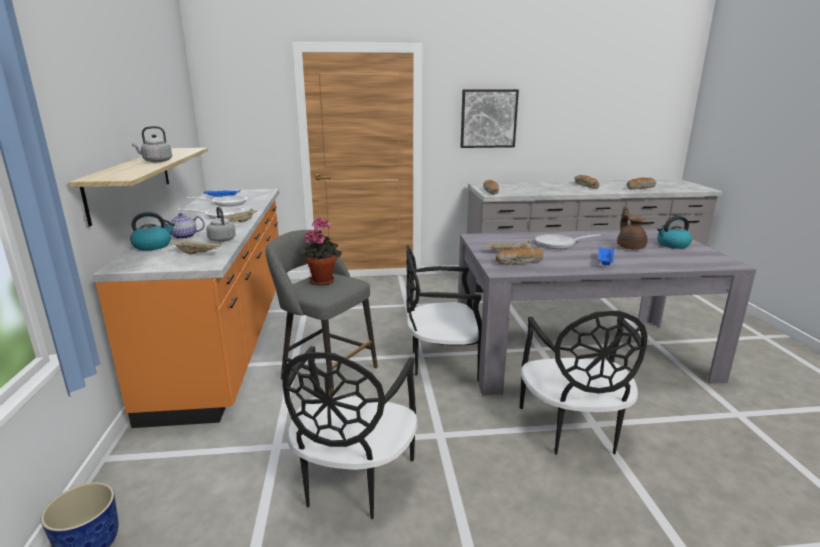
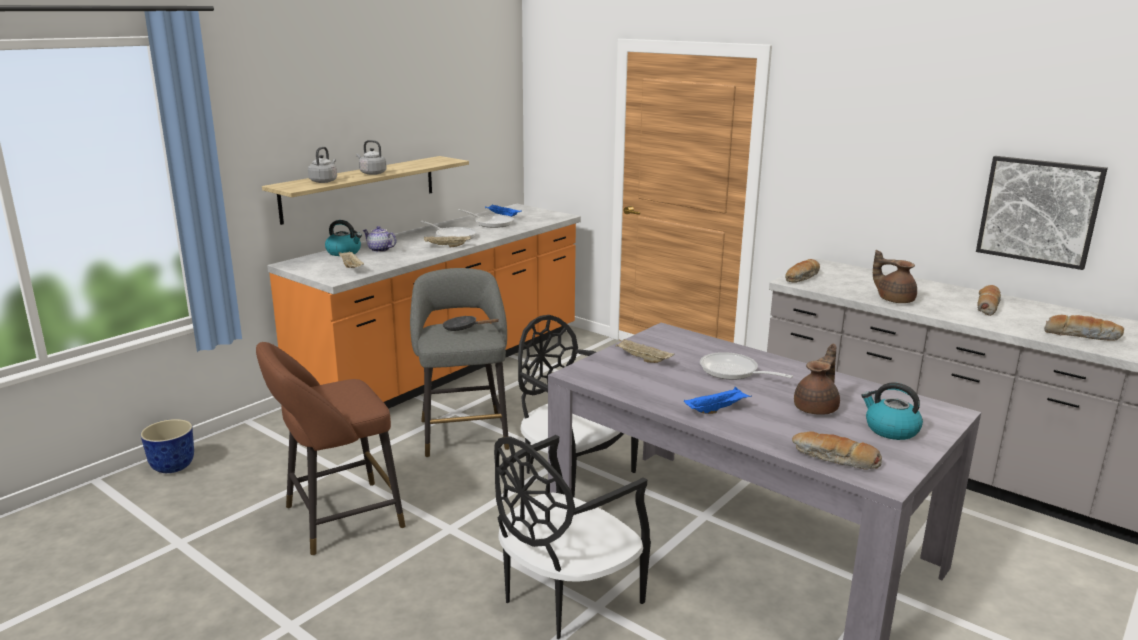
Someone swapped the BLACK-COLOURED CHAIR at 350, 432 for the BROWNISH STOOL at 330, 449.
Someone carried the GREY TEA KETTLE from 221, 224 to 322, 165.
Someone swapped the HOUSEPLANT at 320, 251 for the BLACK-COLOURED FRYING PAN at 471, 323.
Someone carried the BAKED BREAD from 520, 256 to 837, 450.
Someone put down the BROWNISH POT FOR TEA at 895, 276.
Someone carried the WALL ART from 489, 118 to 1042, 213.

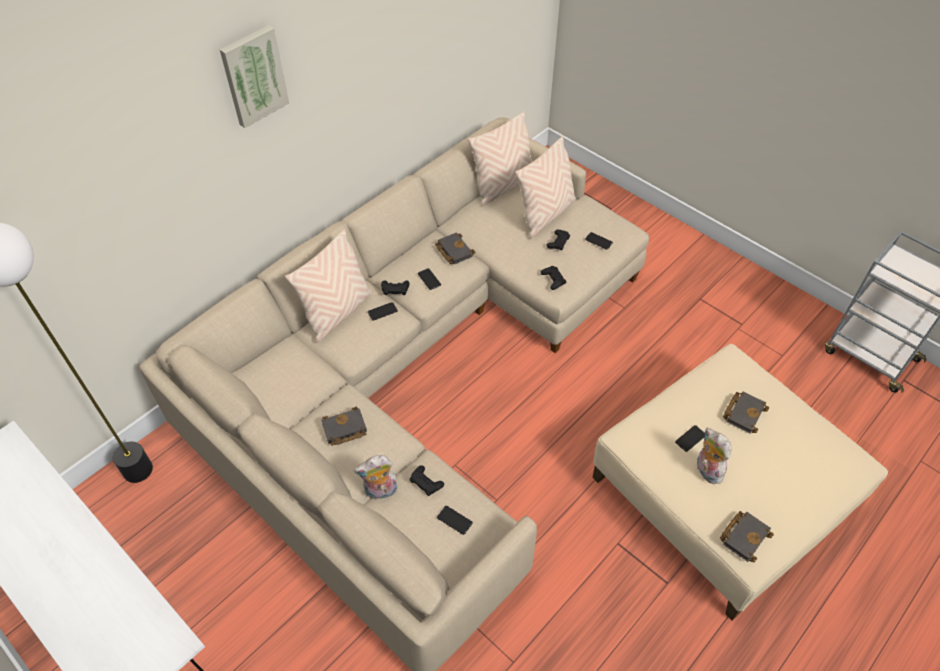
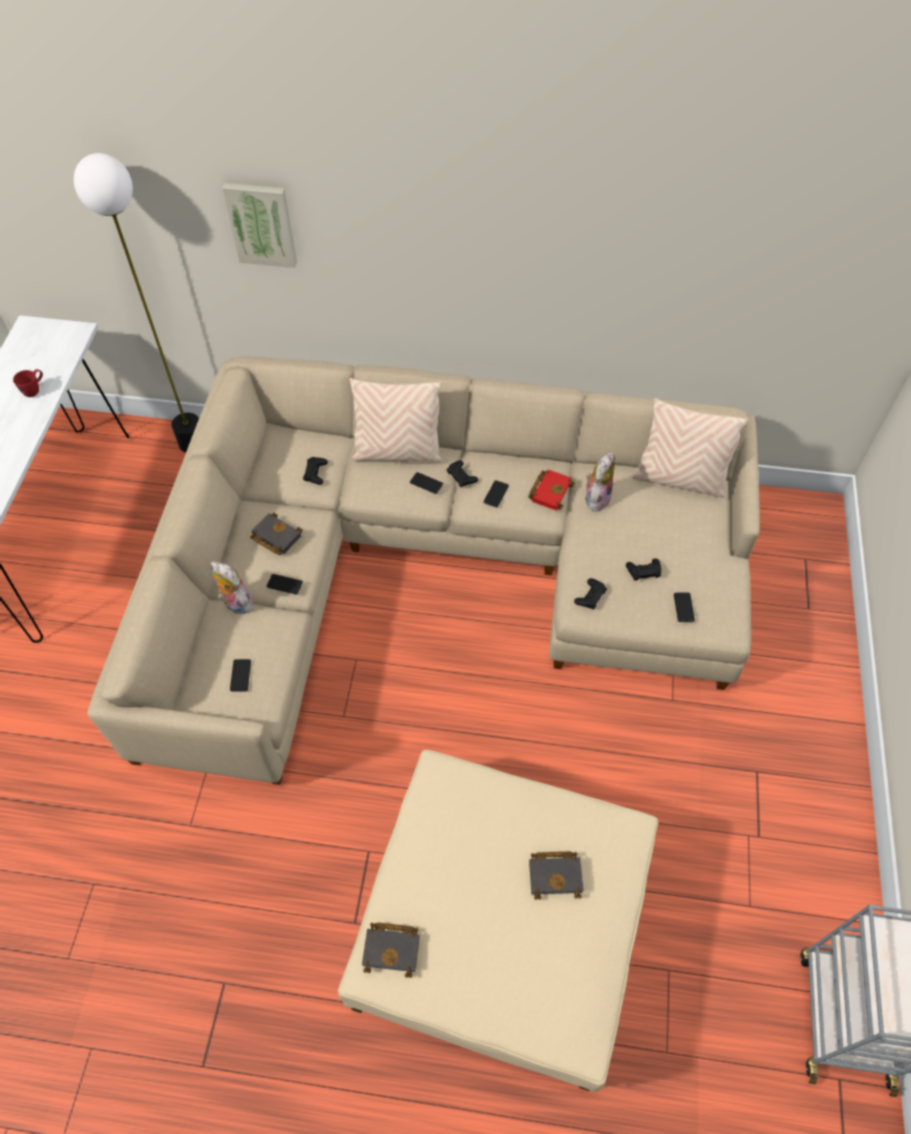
Someone put down the RED-COLOURED MUG at 28, 383.
Someone carried the WALL ART from 254, 76 to 259, 225.
Someone carried the PHONE from 690, 438 to 285, 584.
Someone carried the BLACK-COLOURED JOYPAD from 426, 480 to 315, 471.
Someone repainted the BLACK-COLOURED BOOK at 455, 248, which became the RED-COLOURED BOOK at 551, 490.
Someone carried the SOFT TOY from 714, 456 to 600, 482.
Someone took away the BEIGE THROW PILLOW at 545, 187.

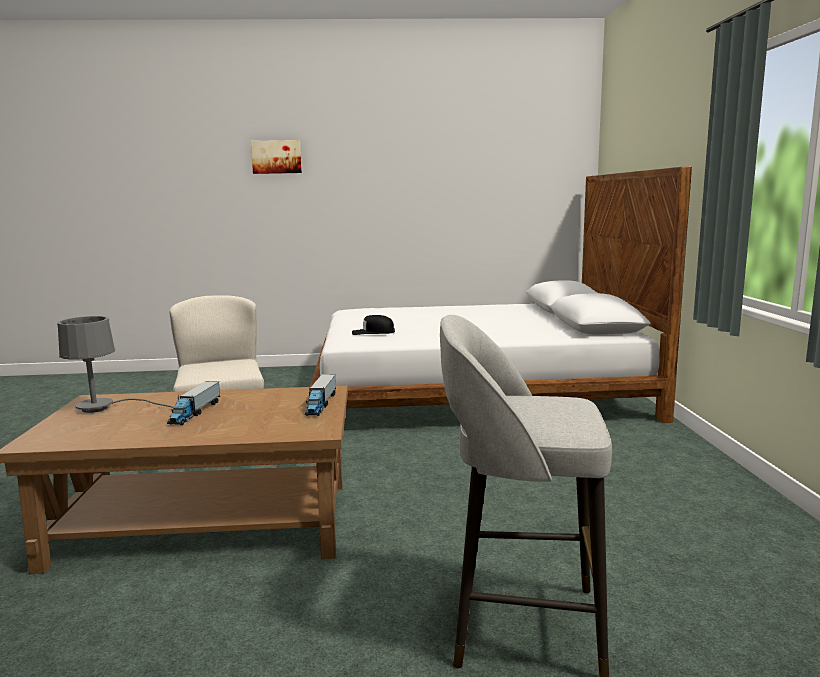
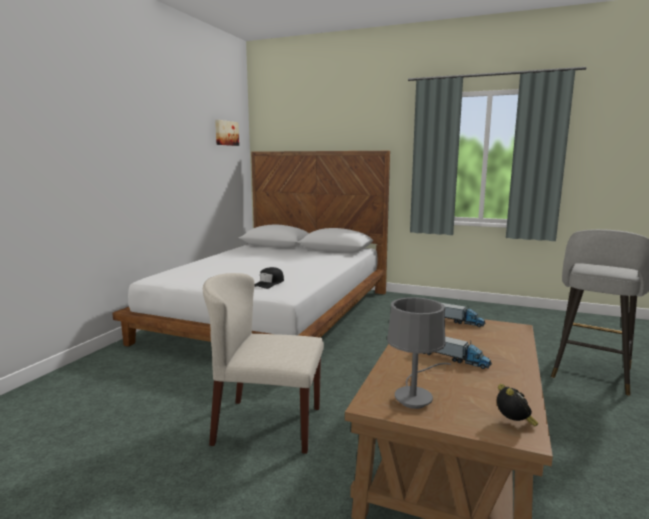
Someone carried the WALL ART from 276, 157 to 227, 133.
Someone put down the BEDSIDE CLOCK at 518, 405.

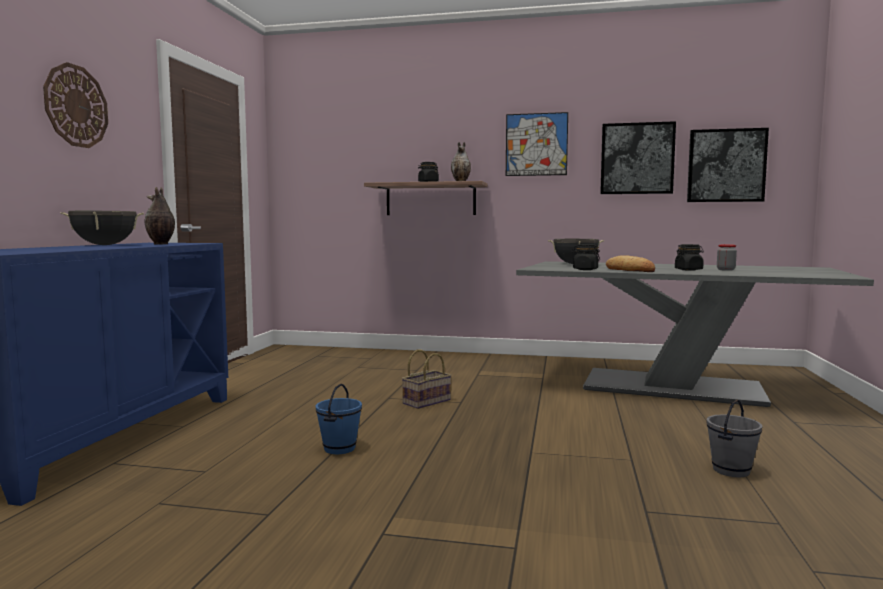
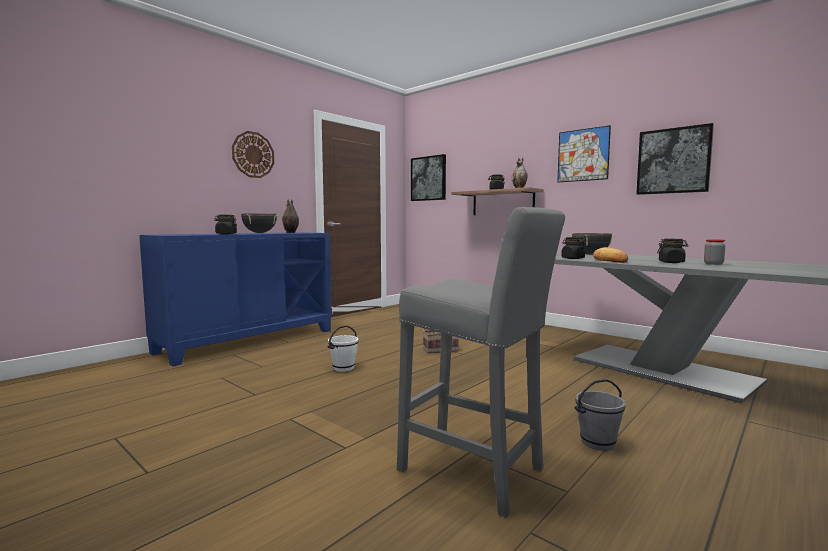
Someone put down the BLACK-COLOURED JAR at 225, 224.
Someone repainted the BLUE-COLOURED BUCKET at 339, 419, which became the WHITISH BUCKET at 343, 349.
Someone put down the GREY STOOL at 481, 362.
Someone carried the WALL ART from 728, 165 to 428, 177.

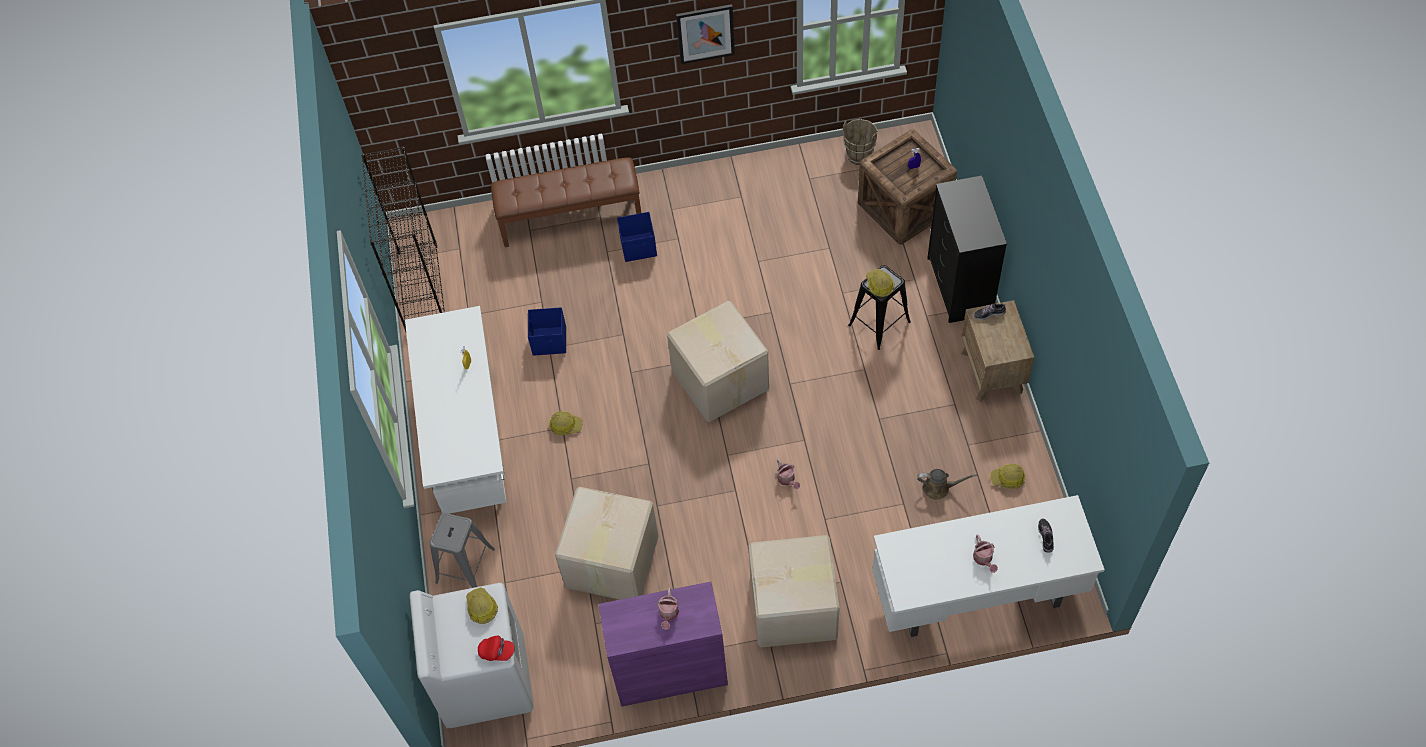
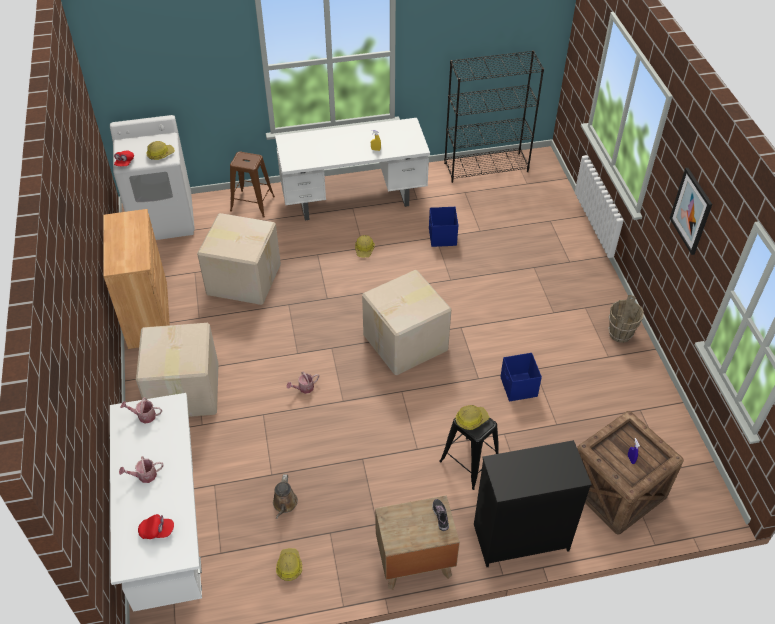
Someone repainted the PURPLE-COLOURED STORAGE CABINET at 663, 644, which became the BROWNISH STORAGE CABINET at 136, 279.
Someone carried the WATERING POT from 668, 609 to 141, 410.
Someone swapped the ITEM OF FOOTWEAR at 1046, 536 for the RED-COLOURED BASEBALL CAP at 156, 526.
Someone repainted the GREY STOOL at 462, 550, which became the BROWNISH STOOL at 252, 184.
Someone carried the BLUE-COLOURED STORAGE BIN from 637, 237 to 521, 377.
Someone carried the BROWNISH BUCKET from 860, 142 to 626, 319.
Someone took away the BROWNISH BENCH at 566, 202.

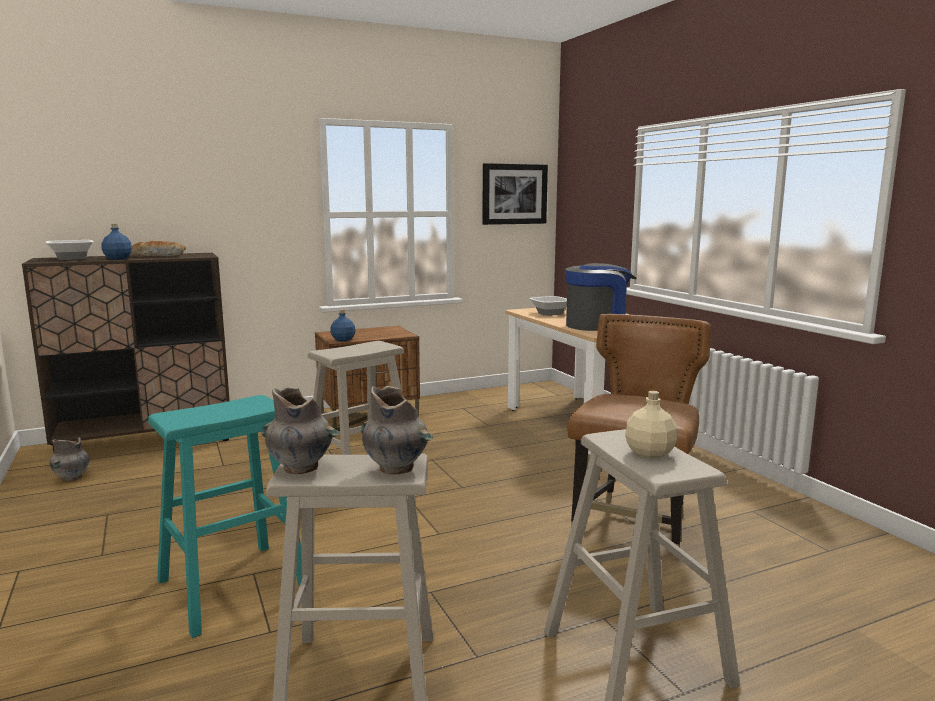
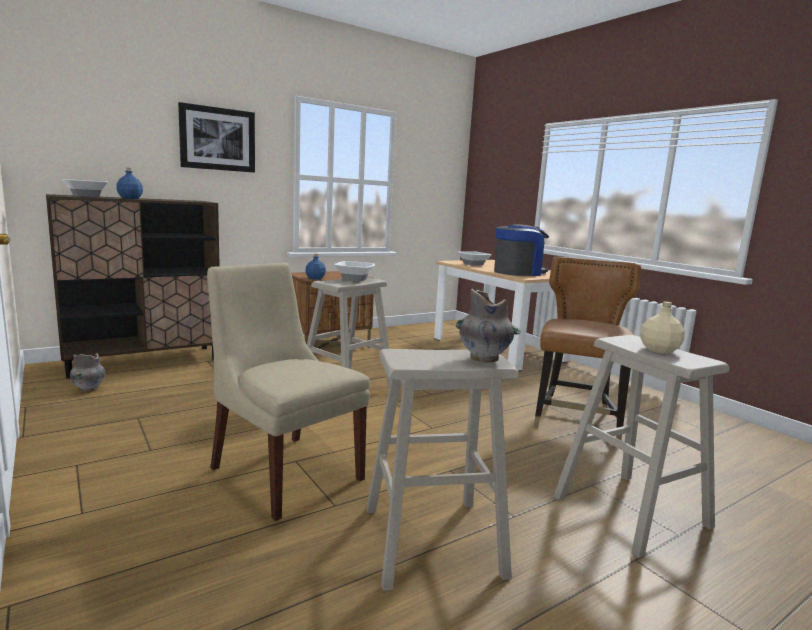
Someone carried the WALL ART from 515, 194 to 216, 137.
Someone swapped the BLUE-GREEN STOOL at 225, 516 for the BEIGE CHAIR at 288, 392.
Someone put down the SERVING BOWL at 354, 271.
Someone took away the BAKED BREAD at 158, 249.
Someone took away the GREY FLOWER VASE at 300, 430.

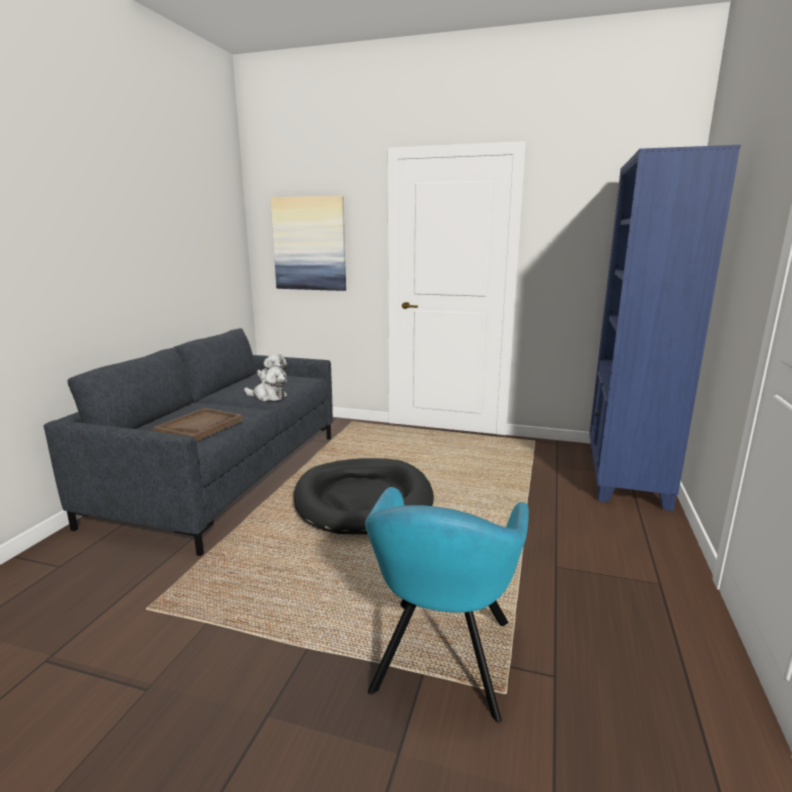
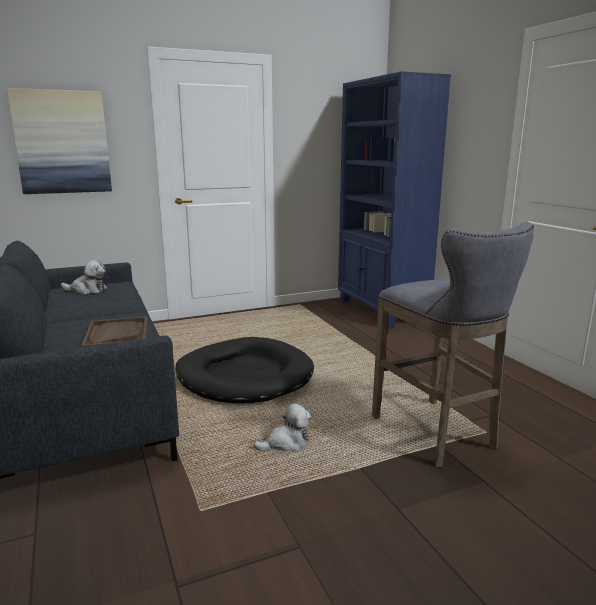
Someone carried the SOFT TOY from 265, 384 to 282, 427.
Someone swapped the BLUE-GREEN EASY CHAIR at 447, 604 for the GREY STOOL at 453, 344.

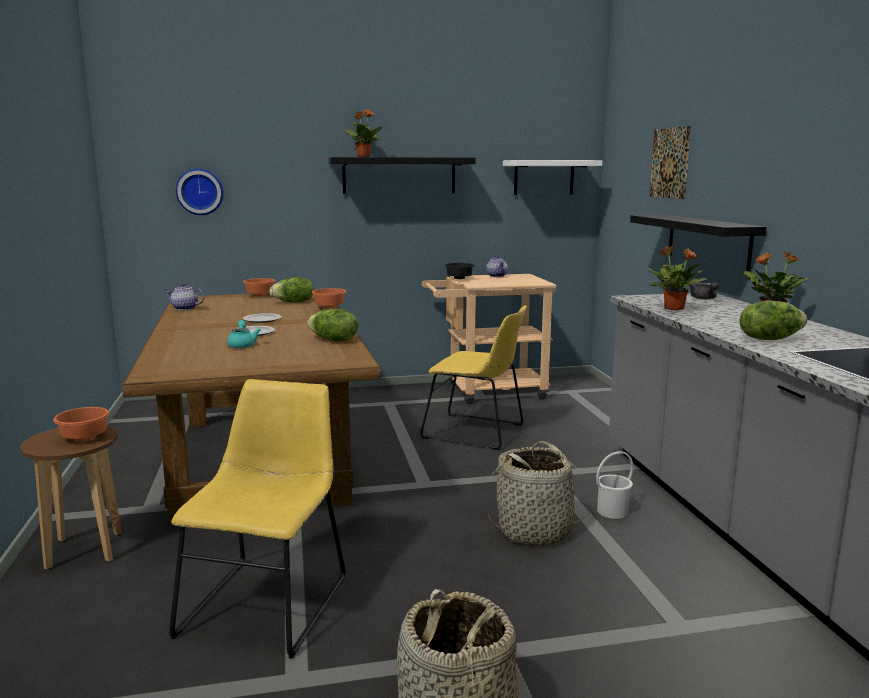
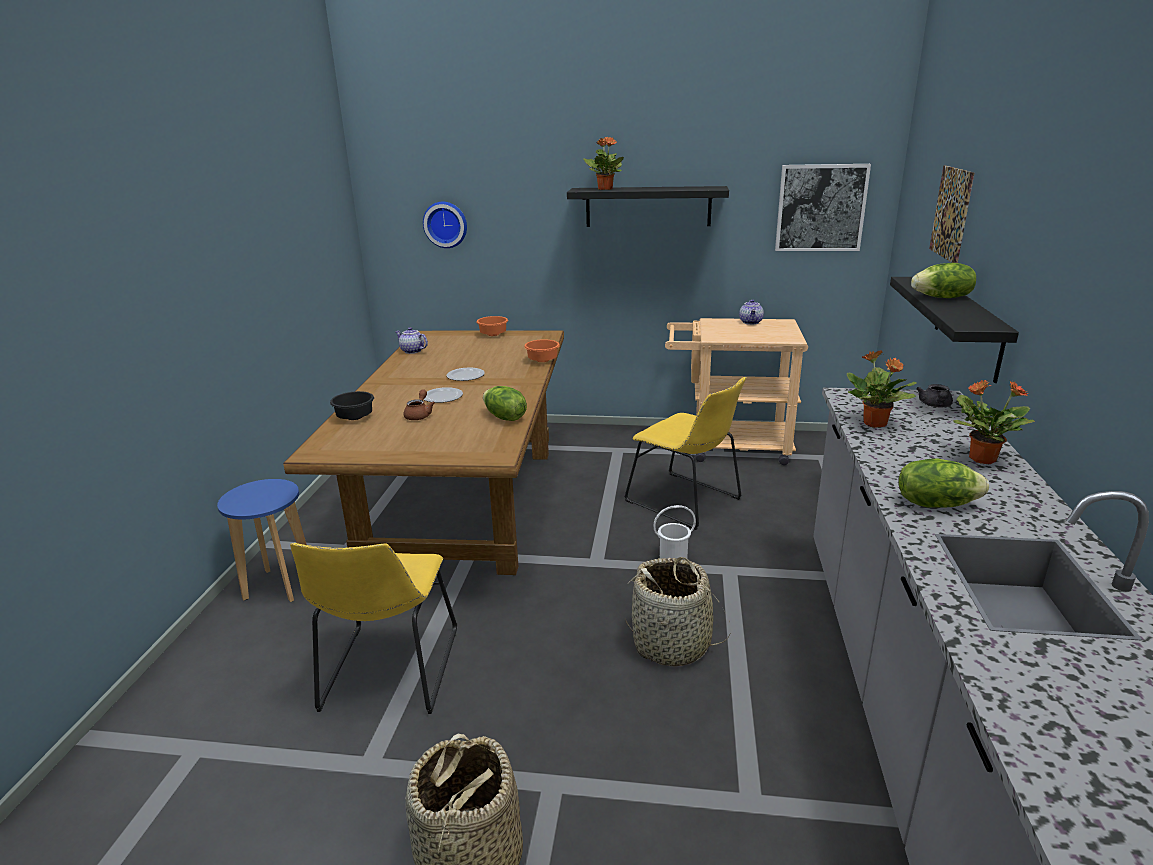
Someone repainted the BROWNISH STOOL at 71, 498, which became the BLUE-COLOURED STOOL at 262, 540.
Someone rotated the YELLOW-COLOURED CHAIR at 257, 519 by 150 degrees clockwise.
Someone carried the BLACK-COLOURED SERVING BOWL from 459, 271 to 352, 405.
Someone repainted the BLUE-GREEN POT FOR TEA at 243, 334, which became the BROWNISH POT FOR TEA at 419, 404.
Someone carried the WHITISH BUCKET from 614, 485 to 674, 532.
Someone swapped the WHITISH BRACKET SHELF at 552, 177 for the WALL ART at 823, 207.
Someone carried the LETTUCE HEAD from 291, 289 to 943, 280.
Someone took away the ORANGEY SERVING BOWL at 81, 423.

